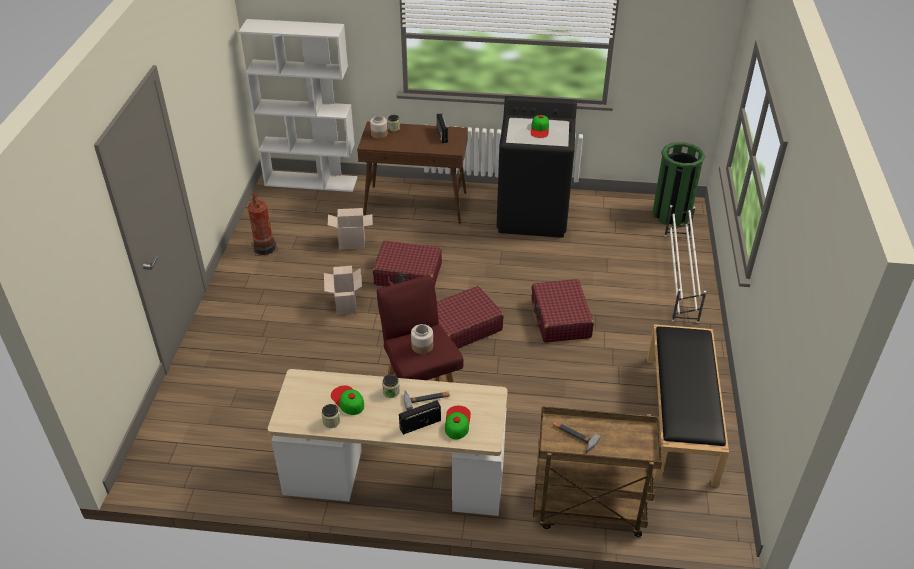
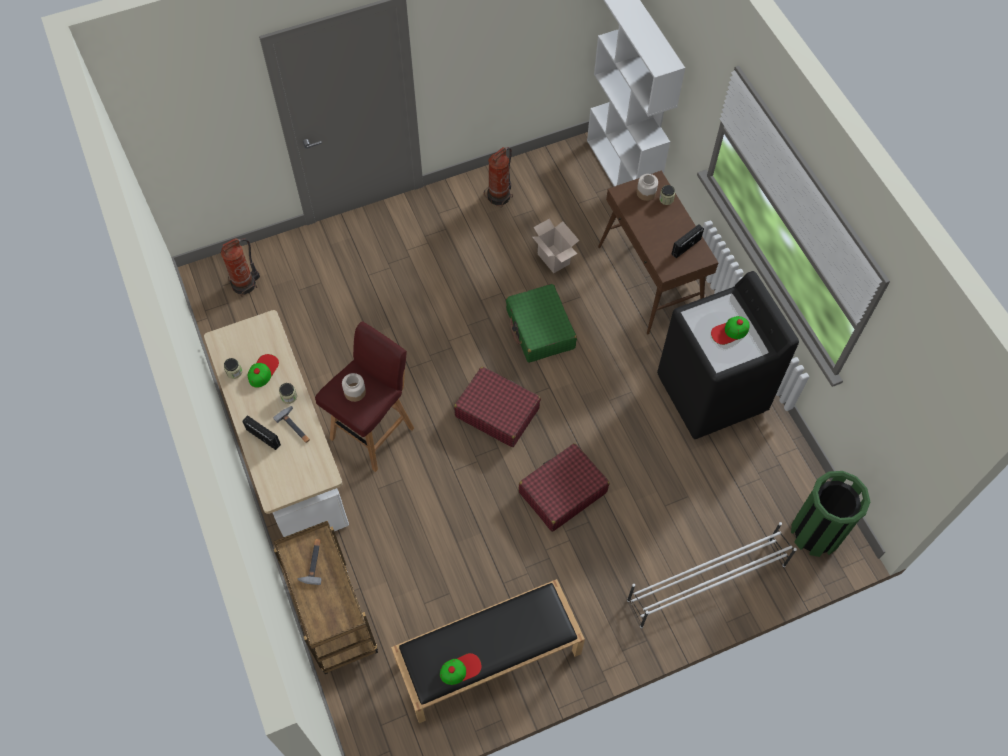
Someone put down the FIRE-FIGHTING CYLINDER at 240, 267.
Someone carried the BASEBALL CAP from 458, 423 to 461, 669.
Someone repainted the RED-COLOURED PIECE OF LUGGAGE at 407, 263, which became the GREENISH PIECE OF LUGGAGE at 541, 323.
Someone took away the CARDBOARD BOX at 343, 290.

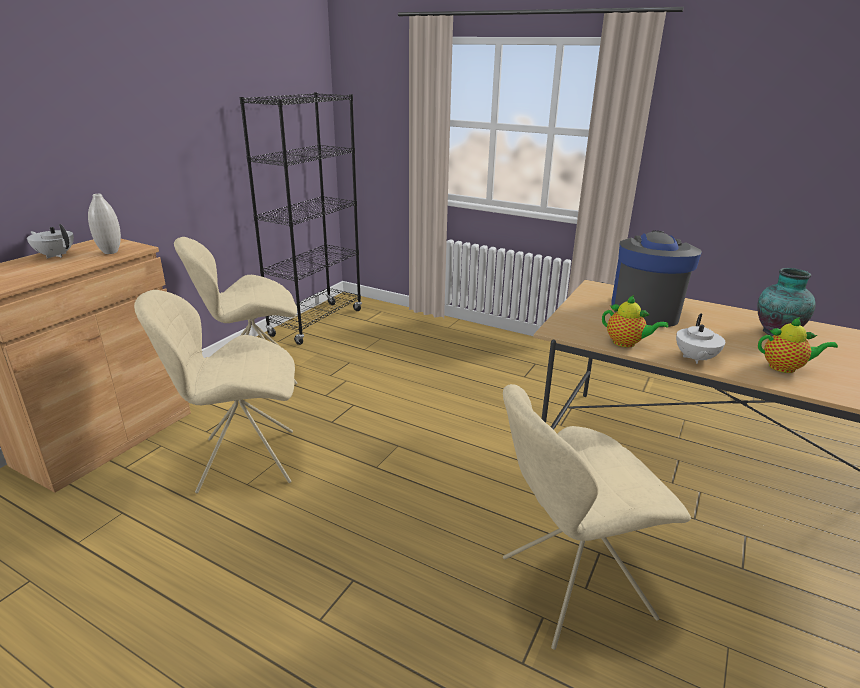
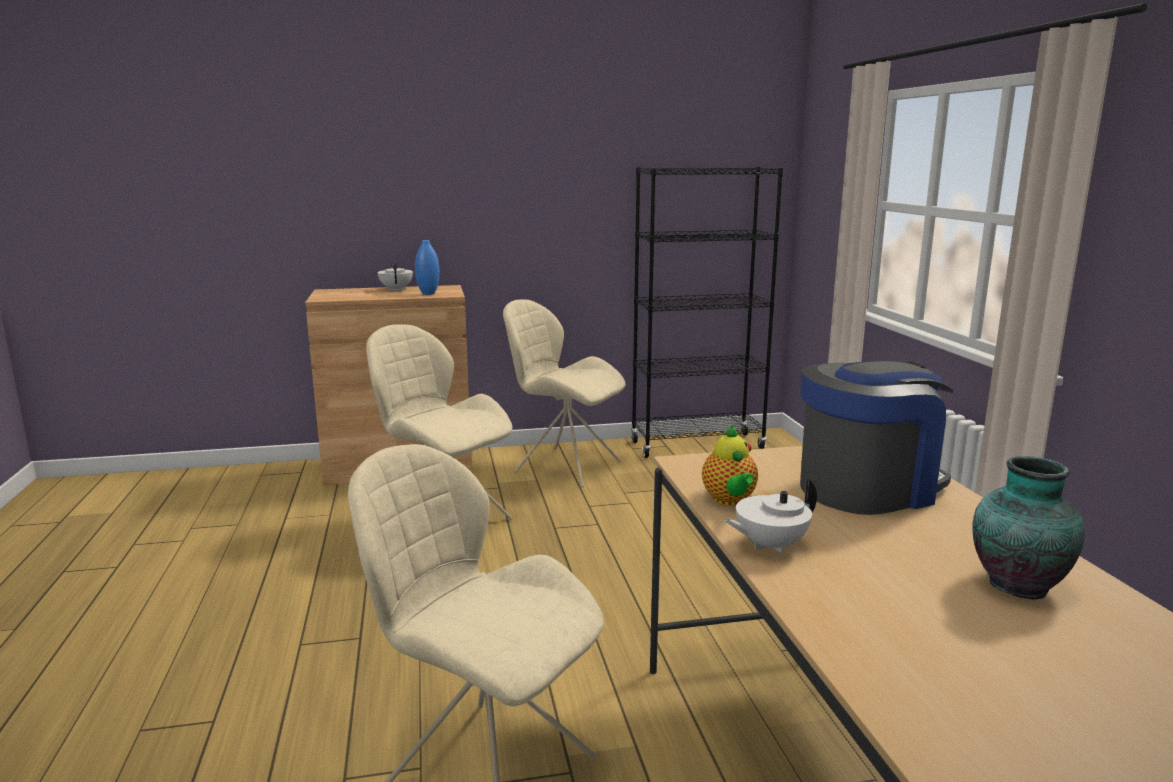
Someone repainted the WHITISH FLOWER VASE at 104, 224, which became the BLUE-COLOURED FLOWER VASE at 427, 267.
Someone took away the POT FOR TEA at 798, 345.

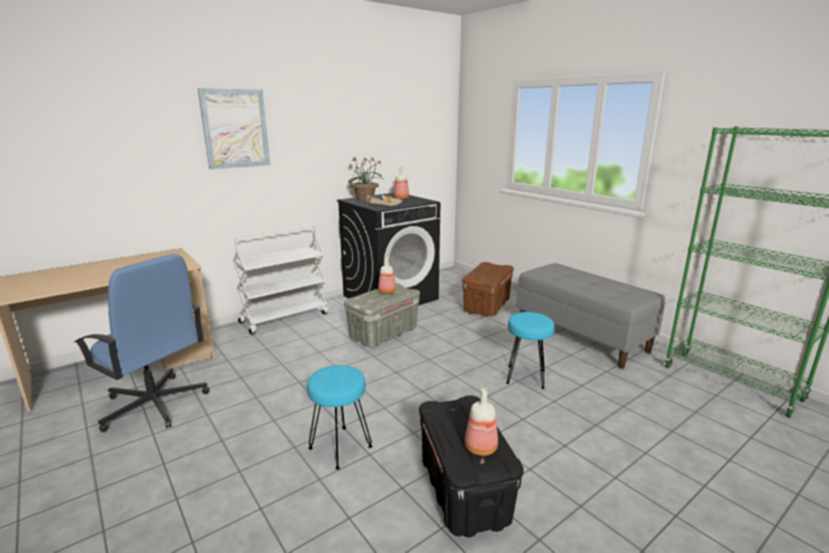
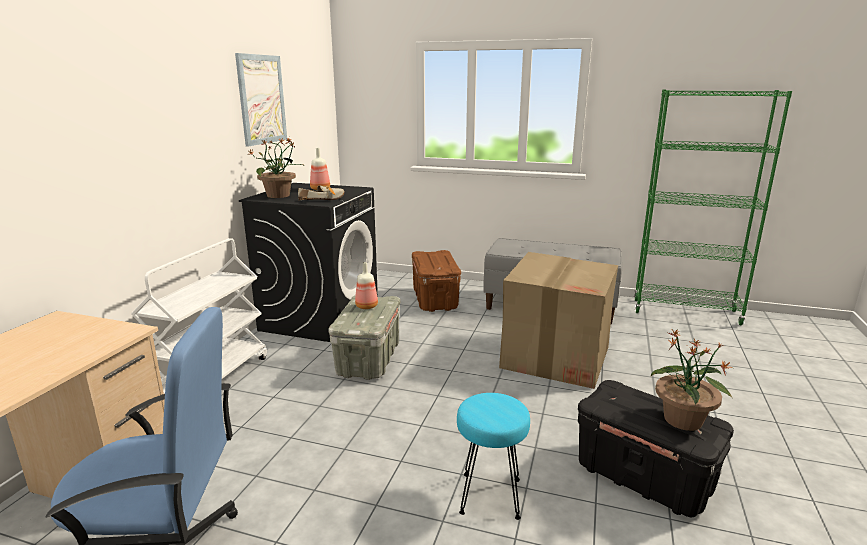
Someone carried the WALL ART from 234, 128 to 261, 100.
Someone swapped the BLUE-GREEN STOOL at 530, 350 for the CARDBOARD BOX at 558, 320.
Someone swapped the DRINK BOTTLE at 481, 422 for the HOUSEPLANT at 691, 380.

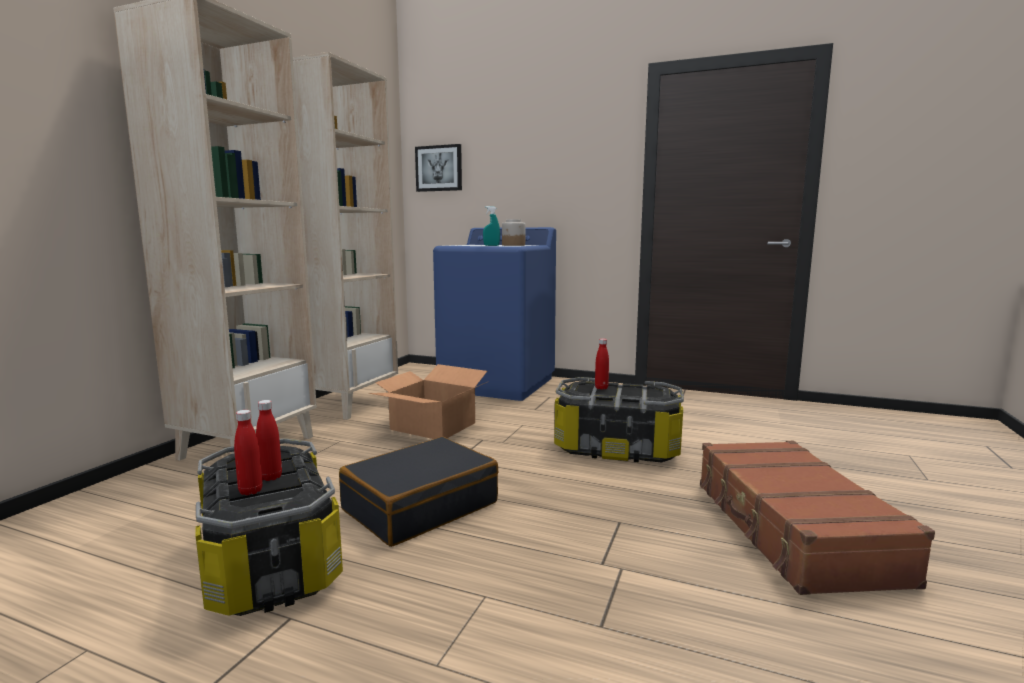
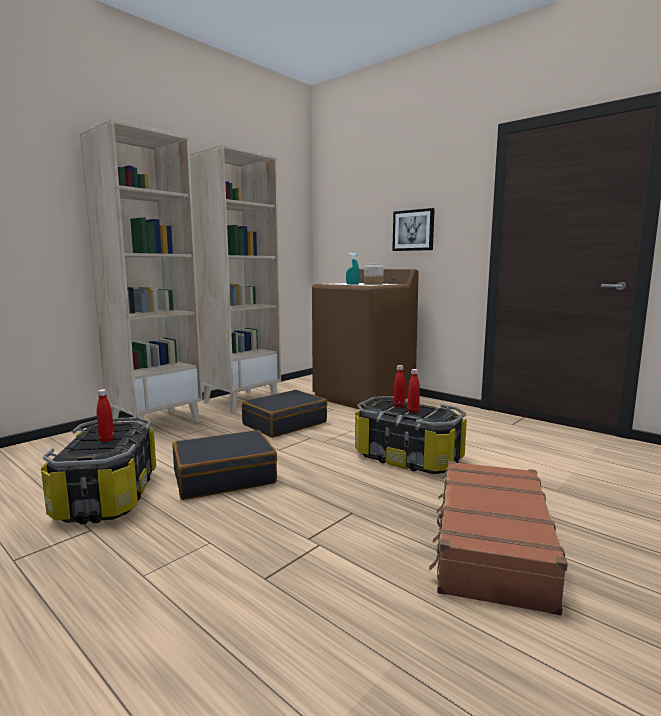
Someone swapped the CARDBOARD BOX at 428, 401 for the BLACK-COLOURED PIECE OF LUGGAGE at 284, 414.
Someone repainted the BLUE-COLOURED LAUNDRY MACHINE at 494, 314, which became the BROWNISH LAUNDRY MACHINE at 365, 339.
Someone carried the WALL ART from 438, 168 to 413, 229.
Someone carried the RED-COLOURED DRINK BOTTLE from 248, 452 to 413, 391.

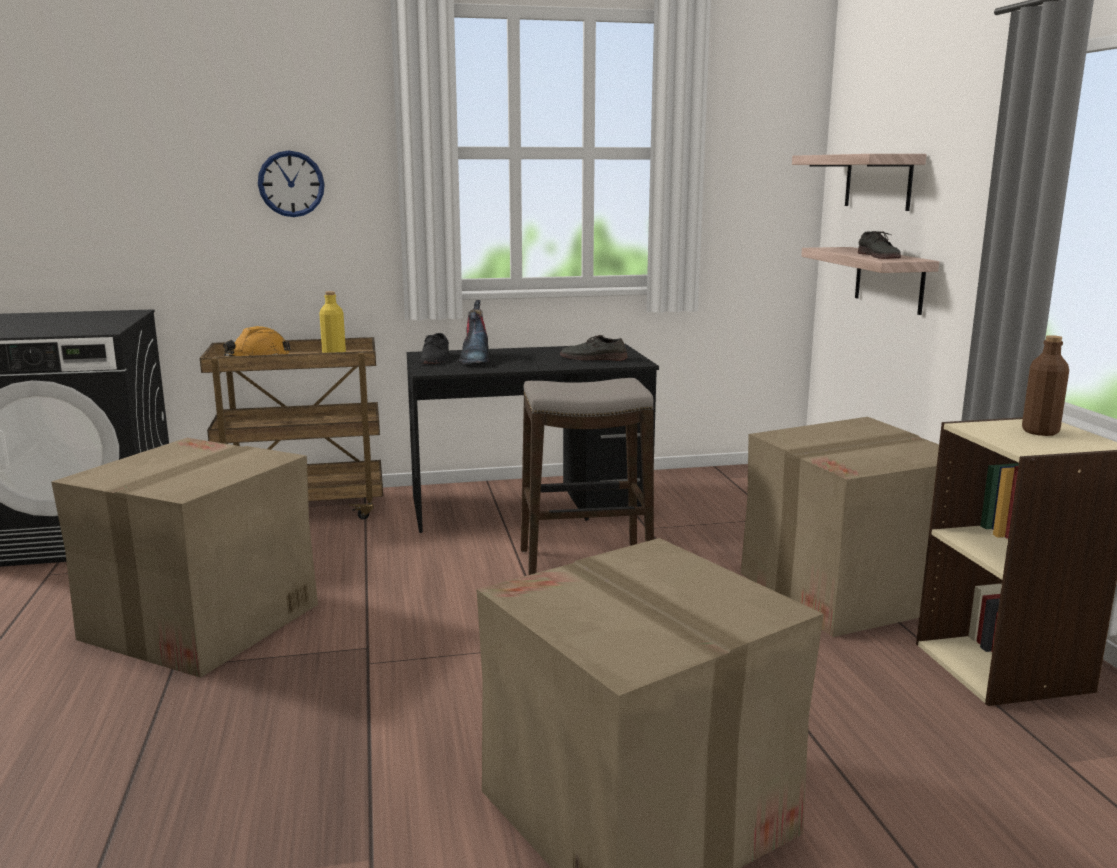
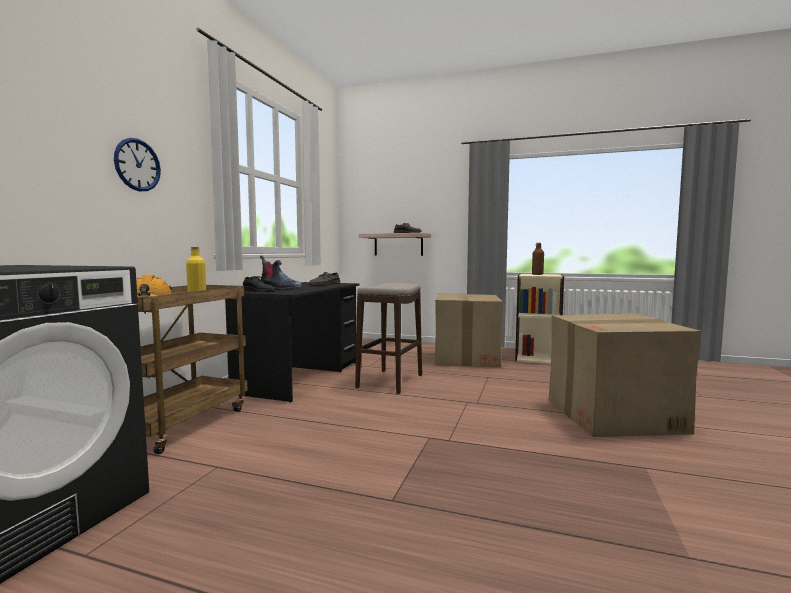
Someone took away the CARDBOARD BOX at 184, 558.
Someone took away the BRACKET SHELF at 859, 182.

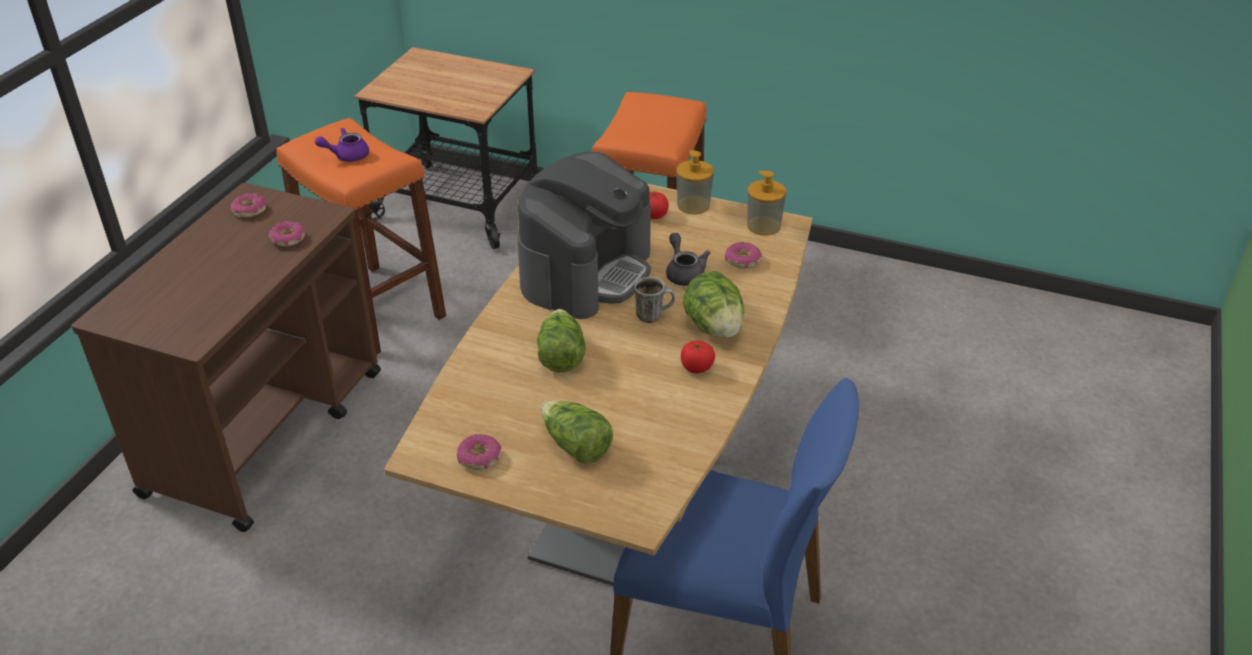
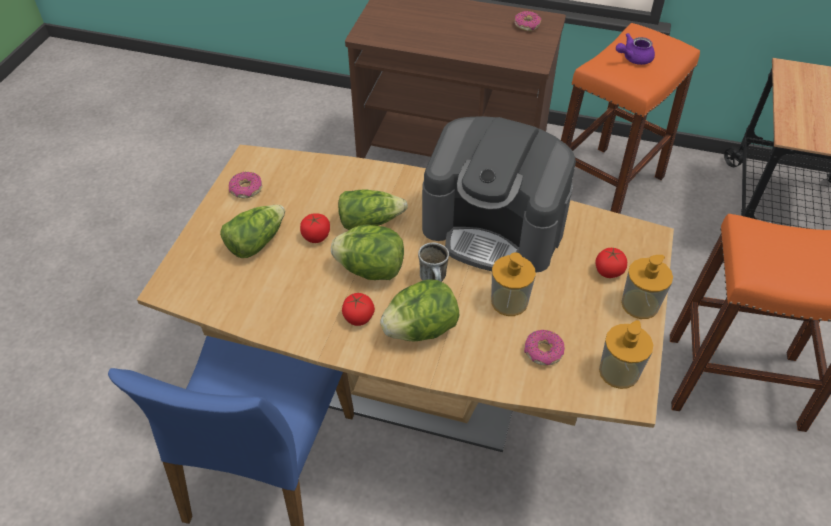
Someone put down the WHOLE TOMATO at 315, 228.
Someone put down the LETTUCE HEAD at 367, 252.
Someone swapped the GREY POT FOR TEA at 688, 259 for the SOAP BOTTLE at 513, 284.
Someone rotated the PURPLE-COLOURED POT FOR TEA at 342, 145 by 90 degrees counterclockwise.
Someone took away the RING DOUGHNUT at 287, 234.

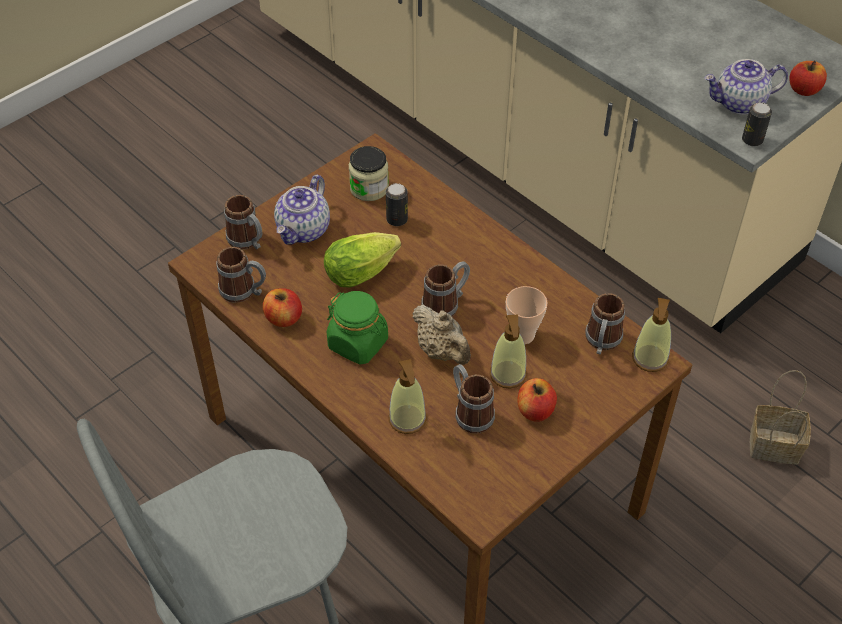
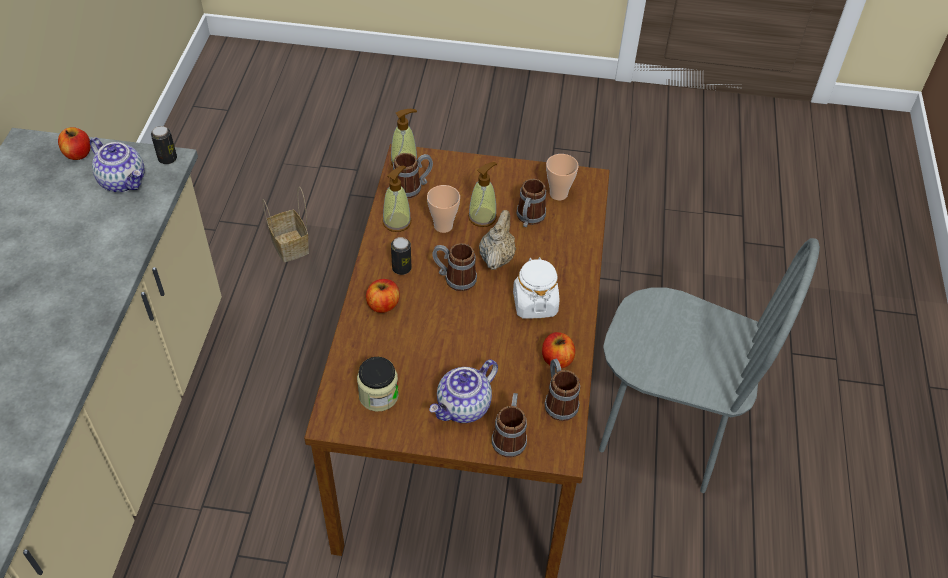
Someone carried the APPLE FRUIT from 537, 400 to 383, 296.
Someone carried the SOAP BOTTLE from 407, 396 to 397, 198.
Someone carried the CAN from 397, 204 to 401, 256.
Someone rotated the POT FOR TEA at 302, 209 by 150 degrees clockwise.
Someone repainted the GREENISH JAR at 357, 328, which became the WHITISH JAR at 536, 288.
Someone put down the SMALL CUP at 562, 177.
Someone took away the LETTUCE HEAD at 362, 260.

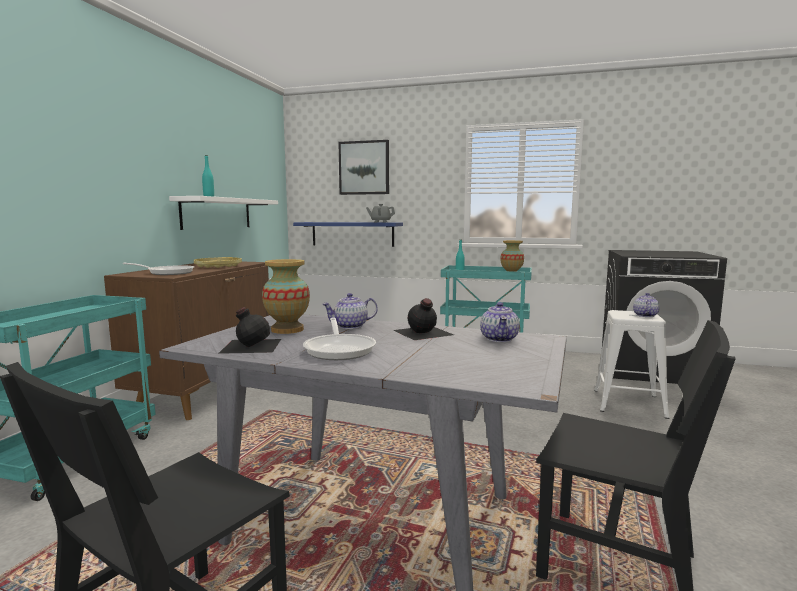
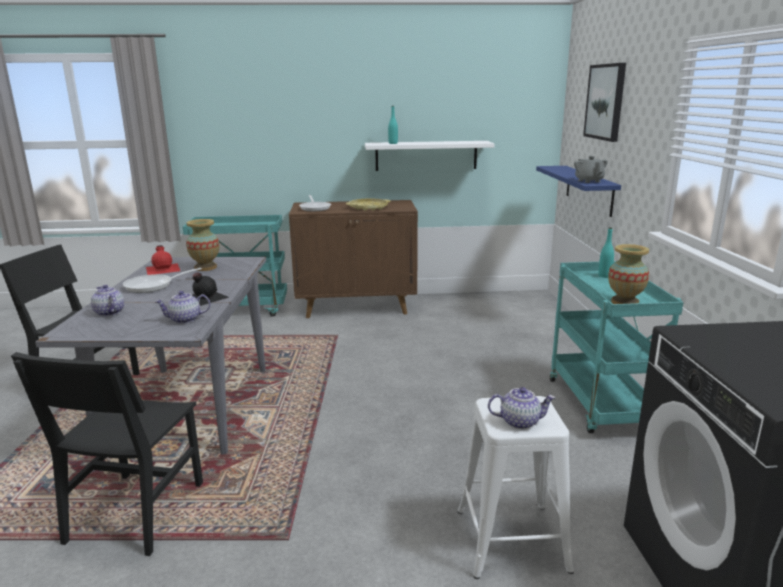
Someone carried the POT FOR TEA from 350, 311 to 107, 300.
Someone repainted the BLACK-COLOURED DRINK BOTTLE at 249, 330, which became the RED-COLOURED DRINK BOTTLE at 163, 260.

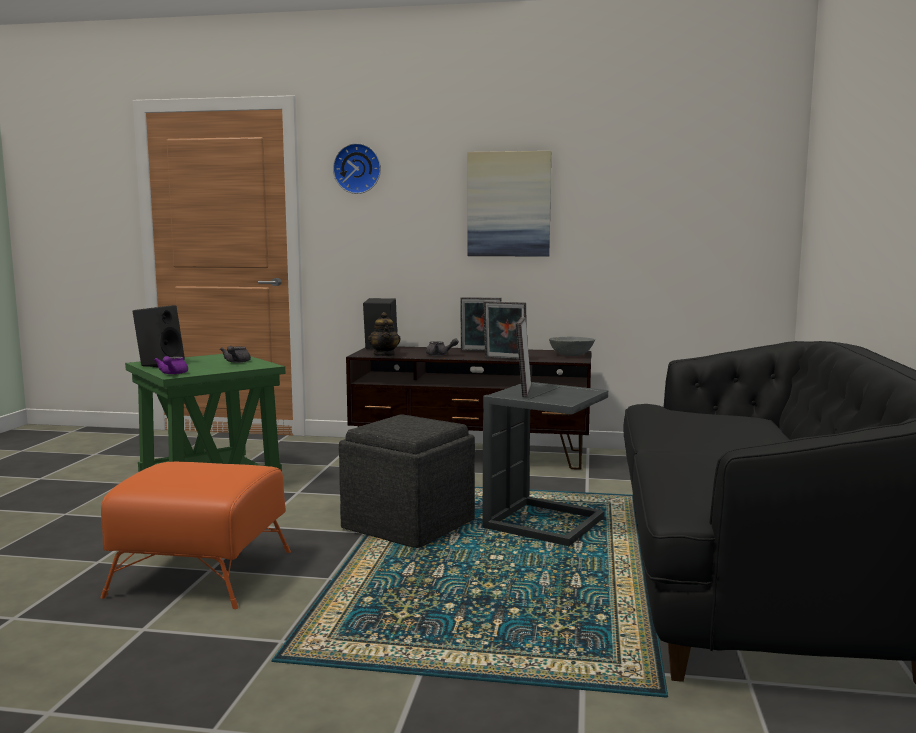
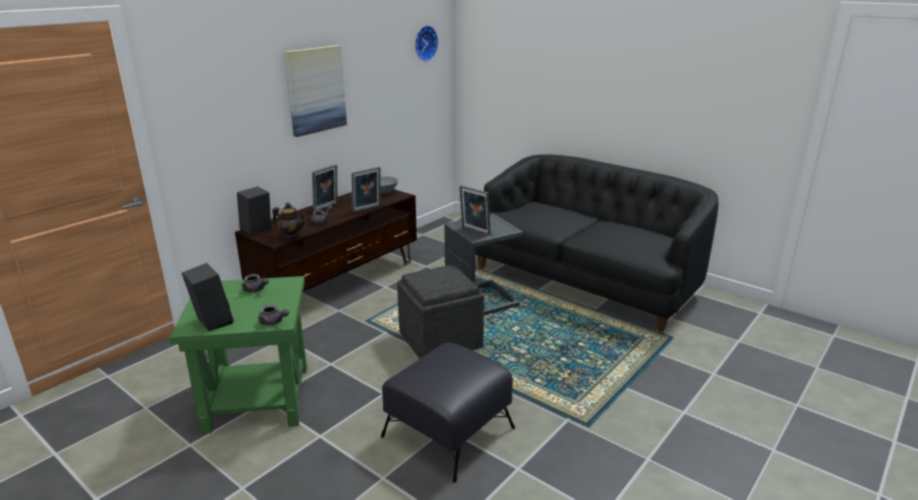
Someone repainted the PURPLE-COLOURED POT FOR TEA at 171, 365, which became the GREY POT FOR TEA at 273, 315.
Someone repainted the ORANGEY OTTOMAN at 195, 535, which became the BLACK-COLOURED OTTOMAN at 448, 413.
Someone carried the WALL CLOCK from 357, 168 to 426, 43.

